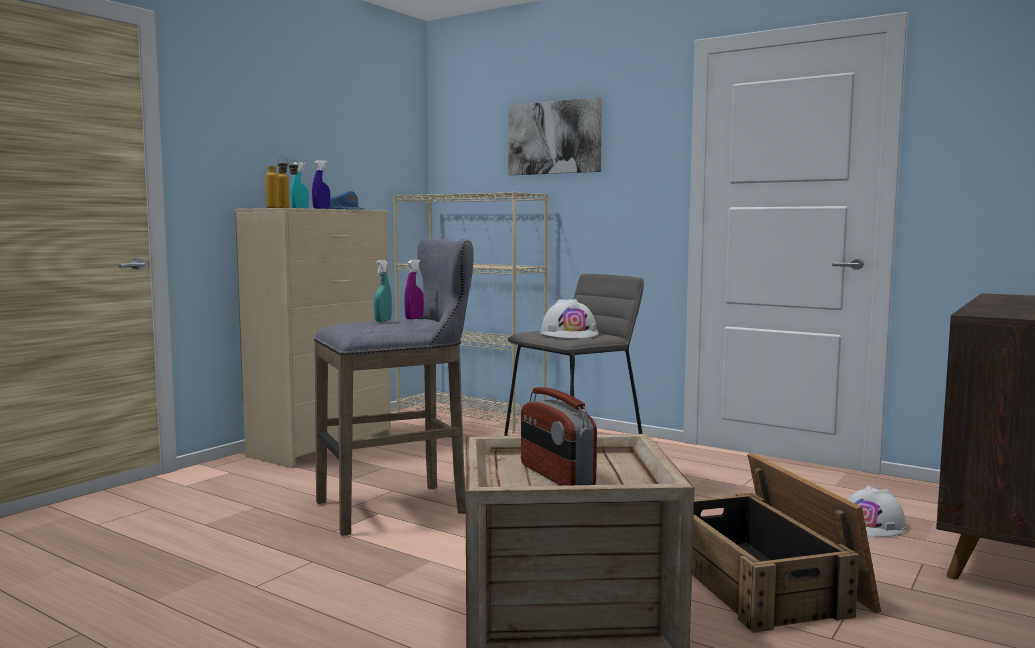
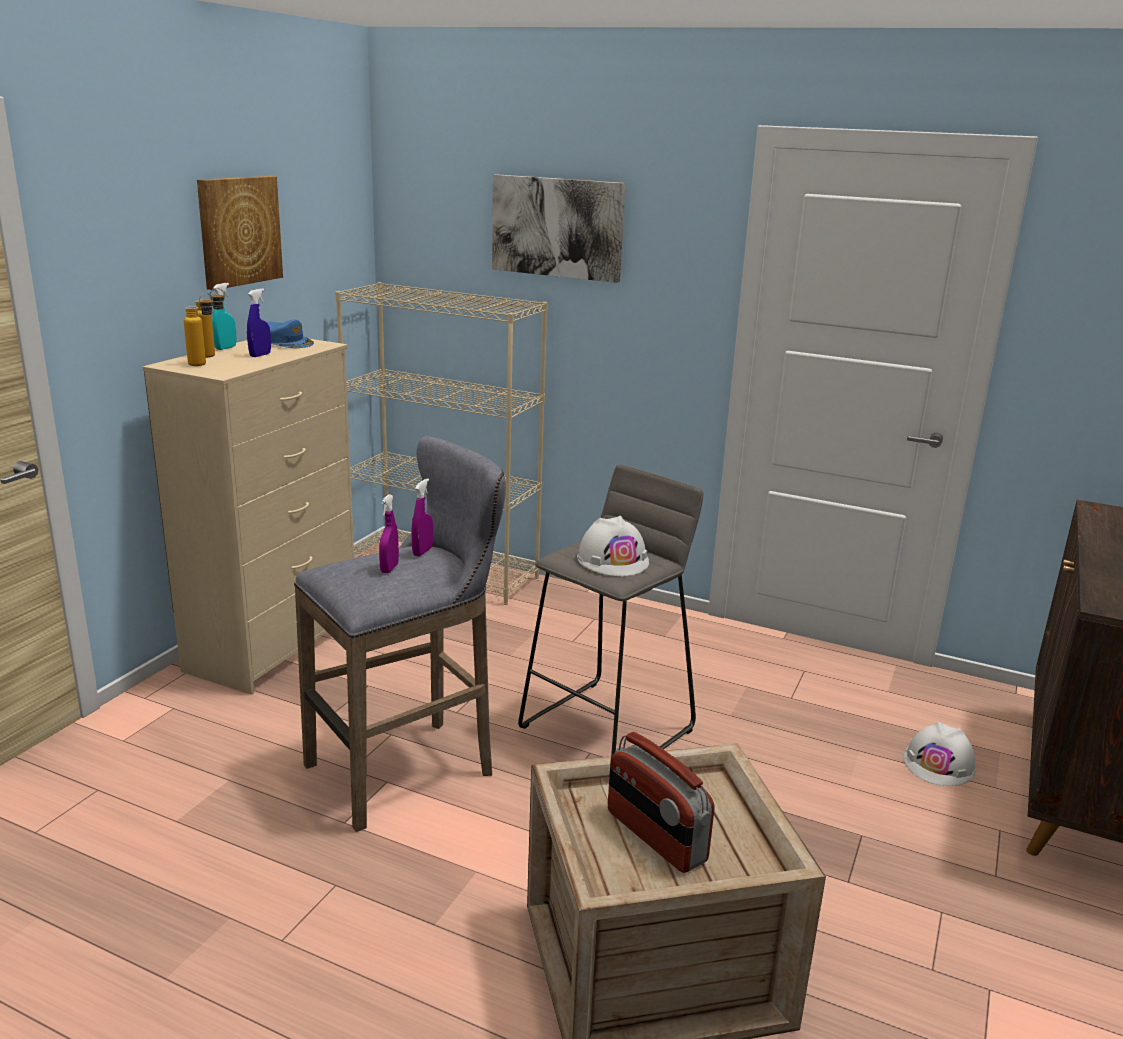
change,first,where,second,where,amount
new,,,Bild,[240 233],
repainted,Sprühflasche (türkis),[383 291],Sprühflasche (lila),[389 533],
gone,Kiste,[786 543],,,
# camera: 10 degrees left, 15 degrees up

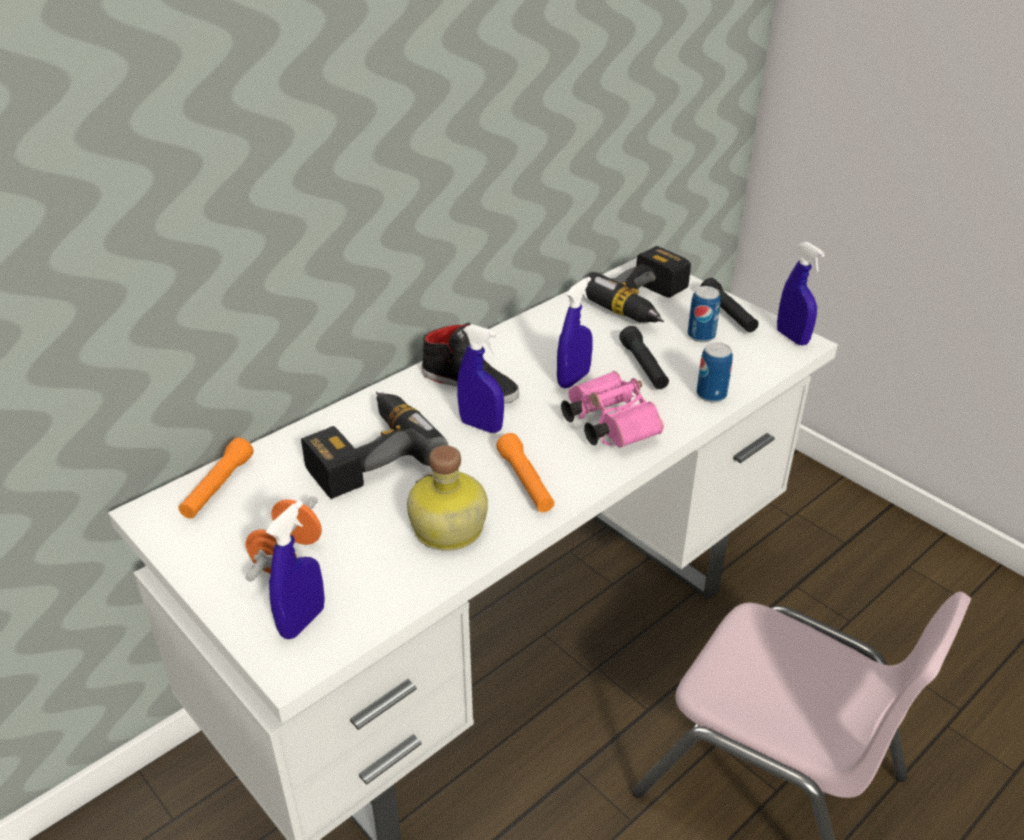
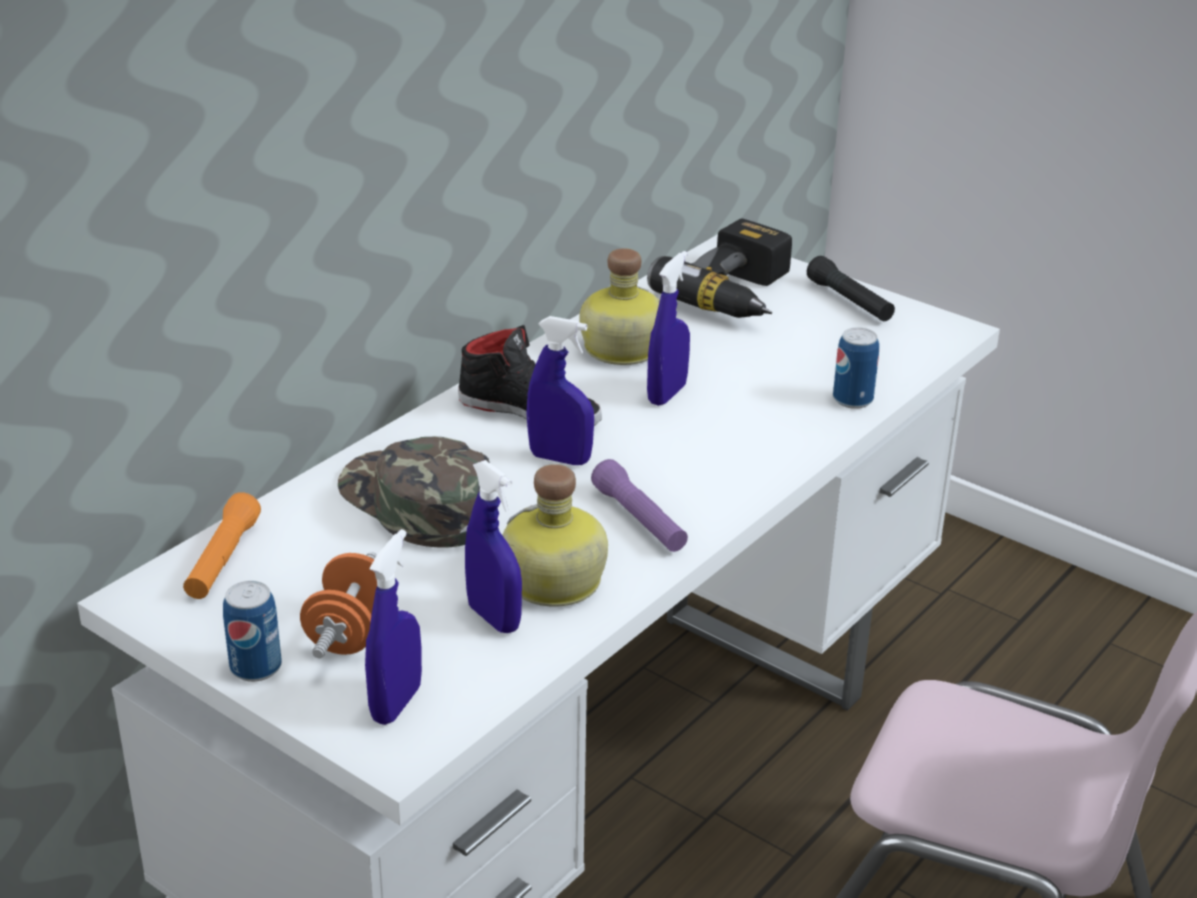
change,first,where,second,where,amount
shifted,Dose,[704 314],,[252 631],
swapped,Bohrmaschine,[375 445],Kappe (grün),[414 492],
shifted,Sprühflasche (blau),[801 293],,[493 546],
new,,,Flasche,[620 306],
repainted,Taschenlampe (orange),[525 472],Taschenlampe (lila),[639 505],
gone,Fernglas (rosa),[612 409],,,
gone,Taschenlampe (schwarz),[644 357],,,
# camera: 10 degrees left, 5 degrees down

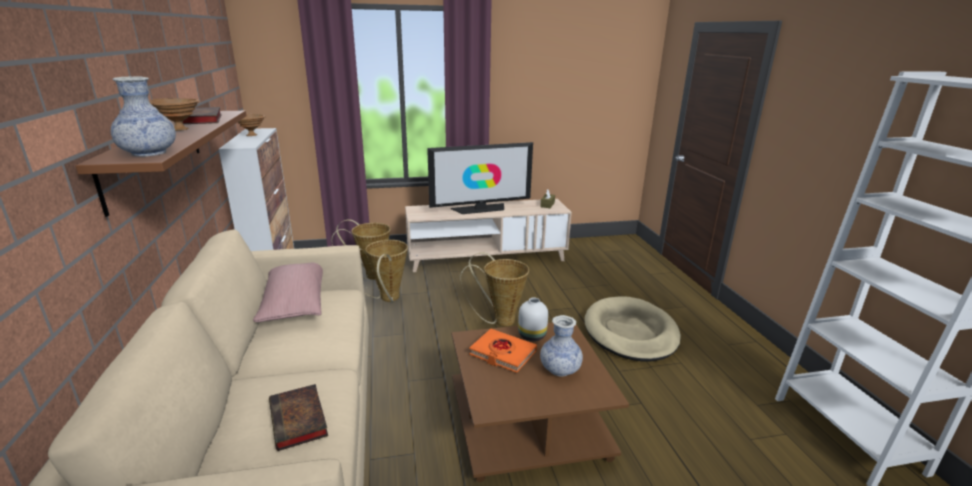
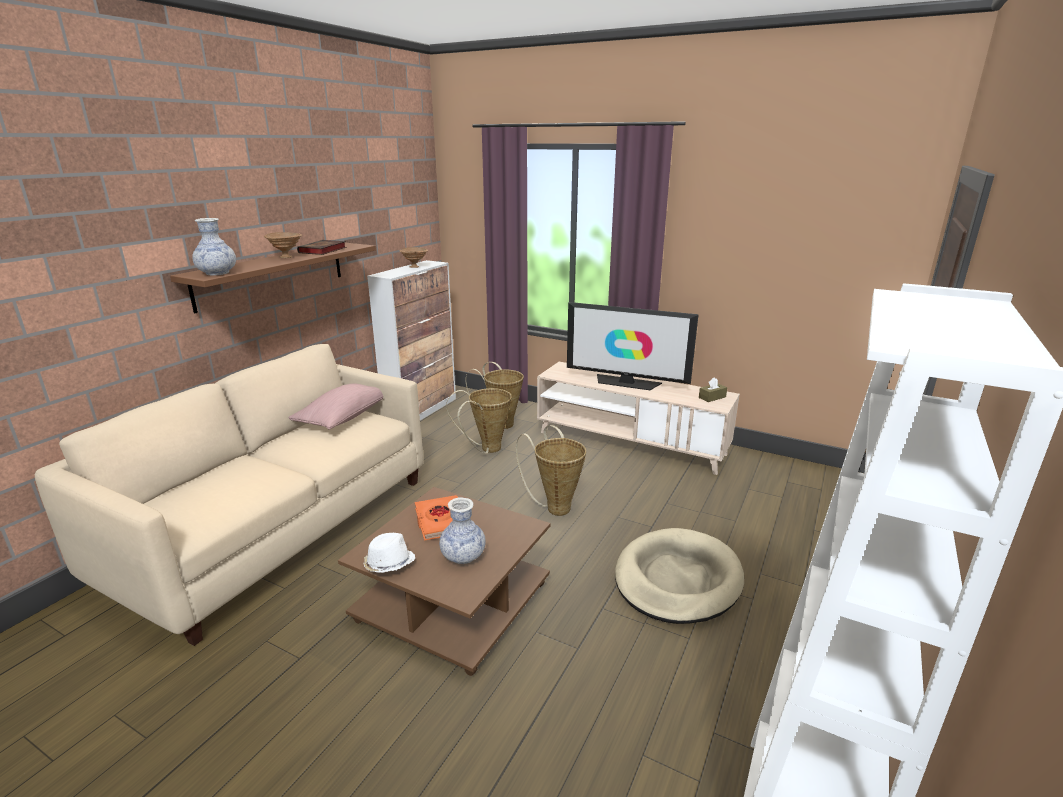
change,first,where,second,where,amount
new,,,Hut (weiß),[389 553],
gone,Buch,[298 417],,,
gone,Vase (weiß),[533 319],,,
# camera: 40 degrees right, 0 degrees up

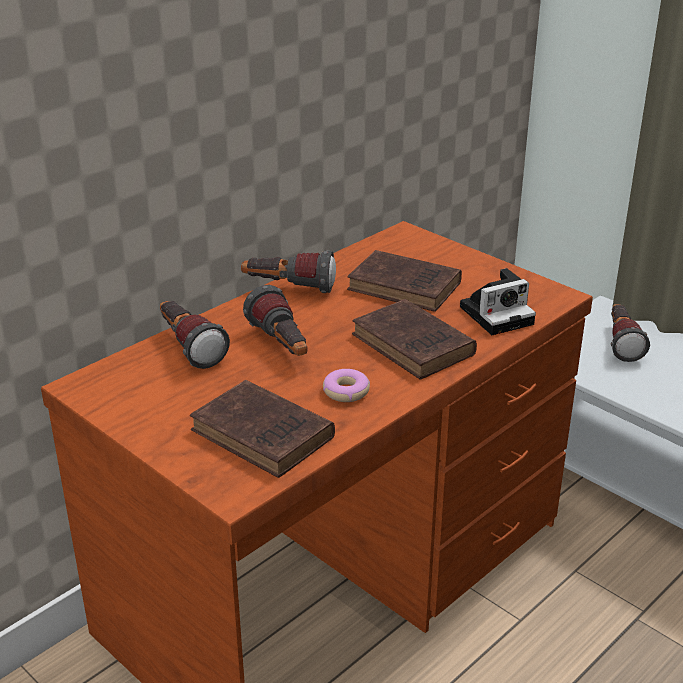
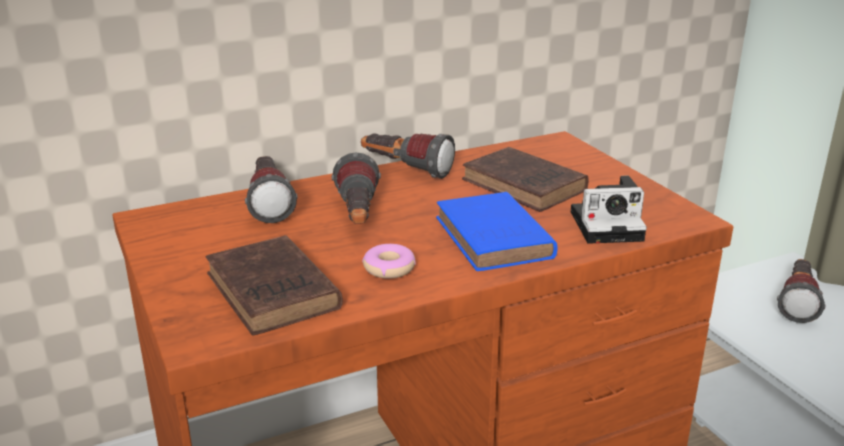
change,first,where,second,where,amount
repainted,Buch (braun),[414 339],Buch (blau),[497 231],
# camera: 20 degrees right, 5 degrees down

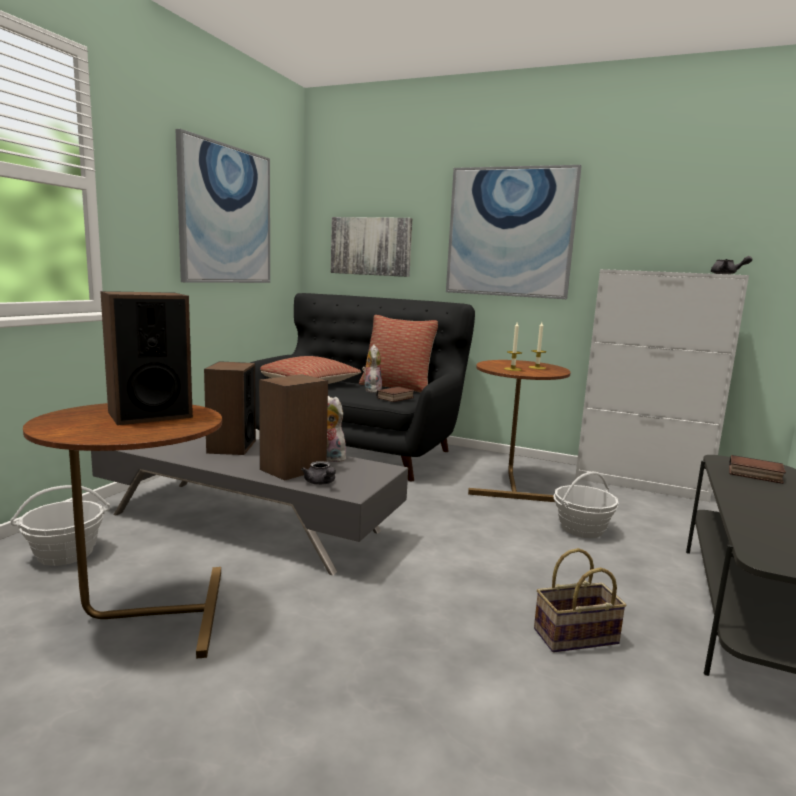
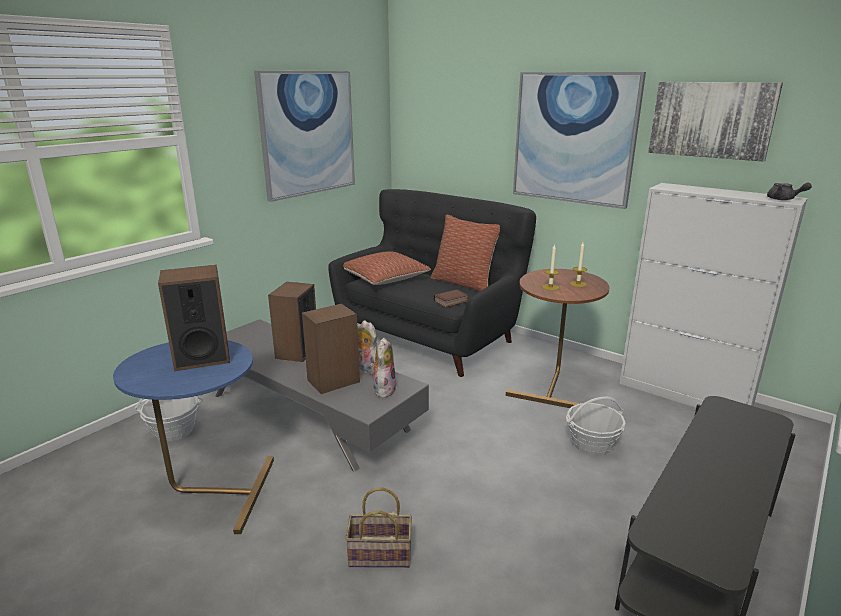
change,first,where,second,where,amount
repainted,Beistelltisch (braun),[122 531],Beistelltisch (blau),[193 437],
shifted,Korb,[580 600],,[378 527],
shifted,Plüschtier,[372 369],,[383 368],
shifted,Bild,[371 247],,[715 122],
gone,Teekanne (grau),[318 473],,,
gone,Buch,[757 469],,,
# camera: 15 degrees right, 10 degrees up

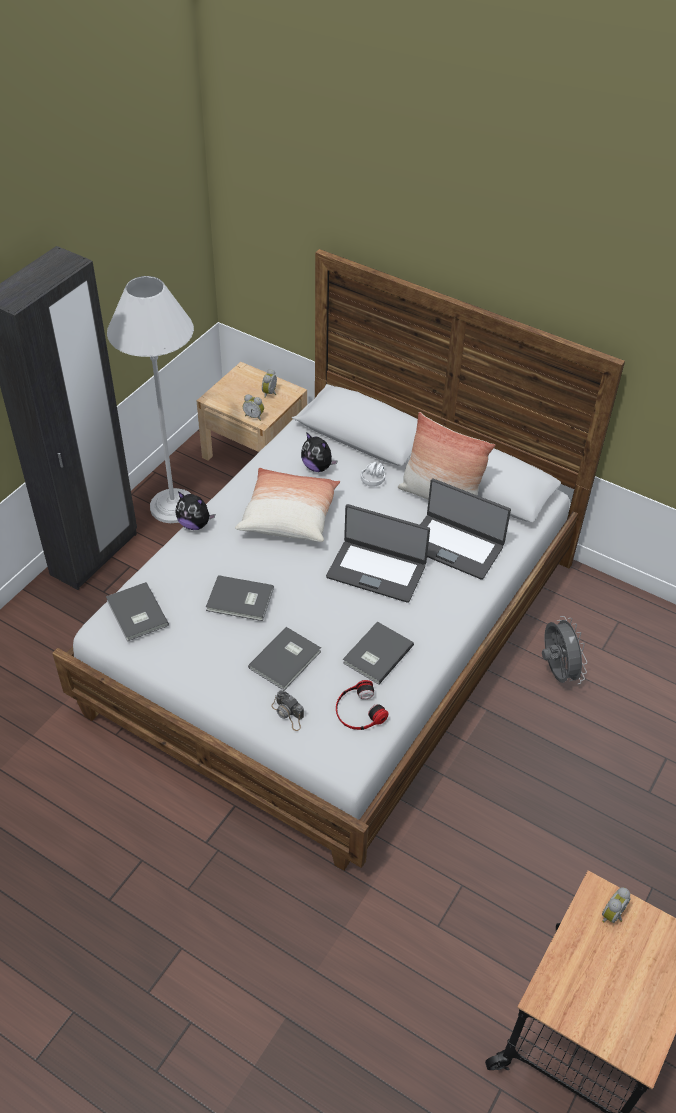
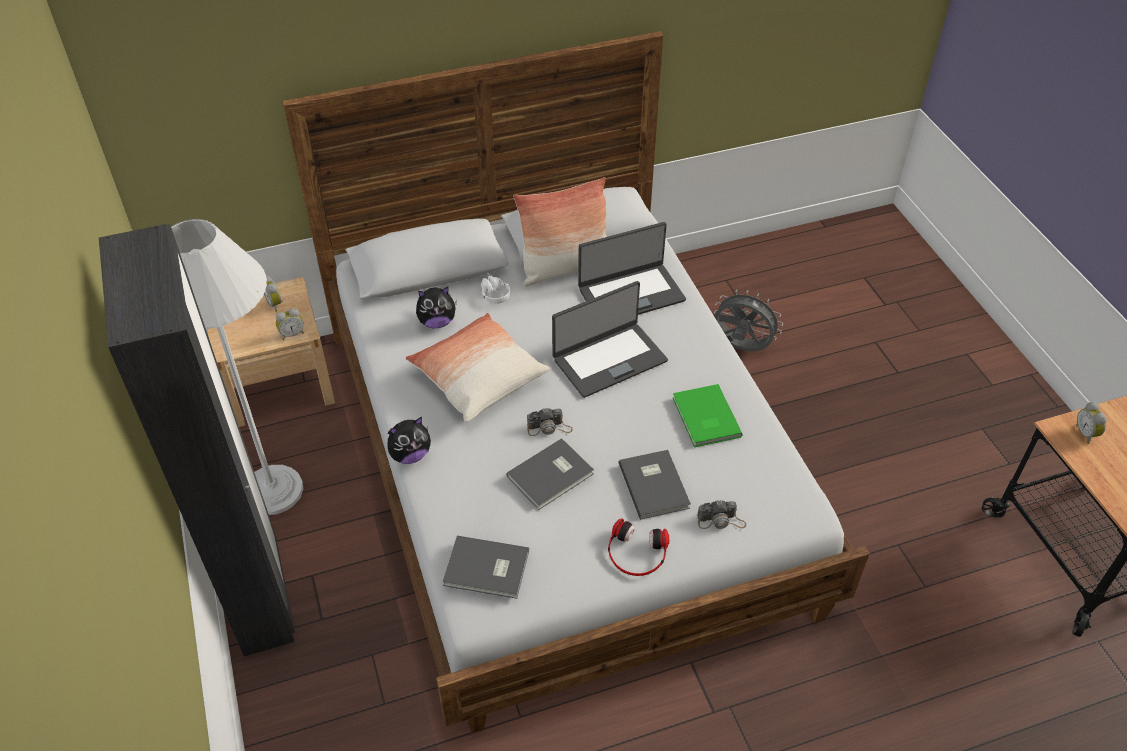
change,first,where,second,where,amount
new,,,Kamera,[550 422],
shifted,Kopfhörer,[362 705],,[638 547],
repainted,Buch (grau),[378 653],Buch (grün),[707 415],
# camera: 50 degrees left, 0 degrees up

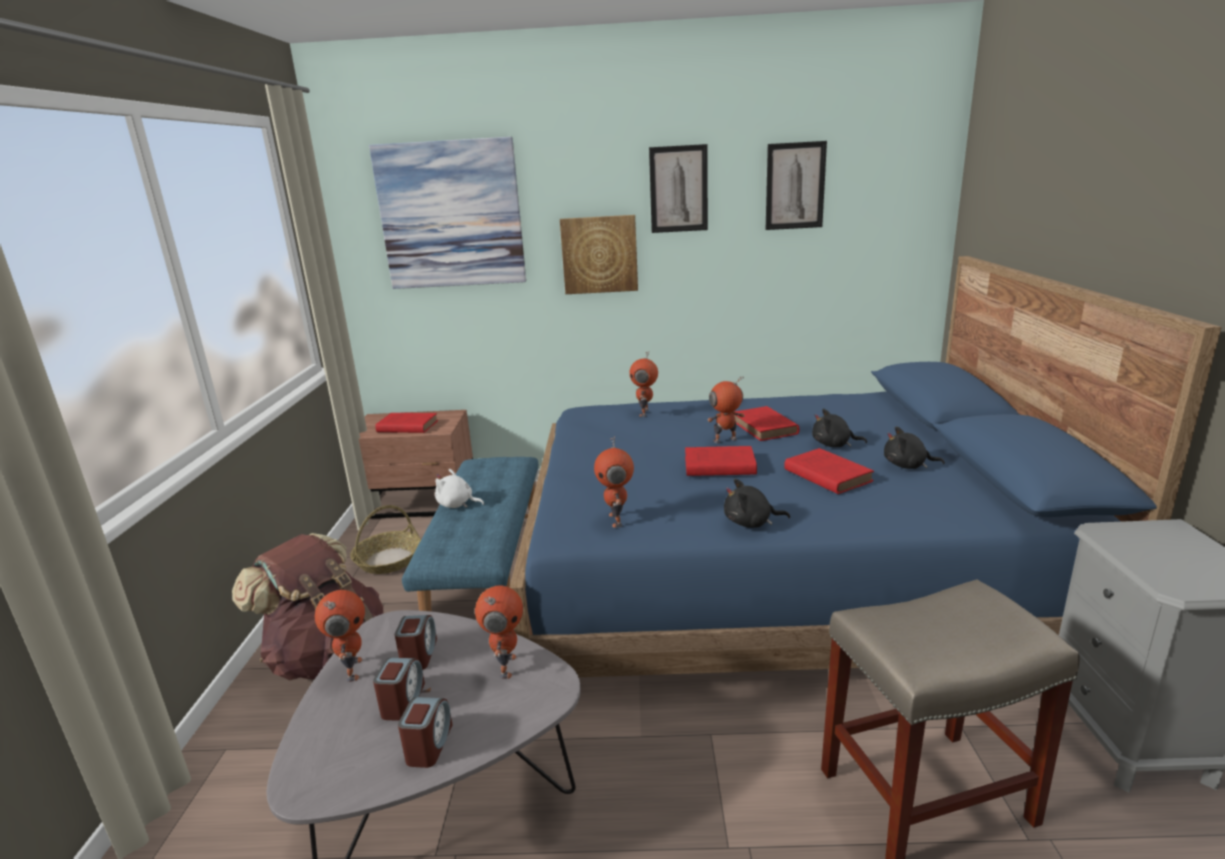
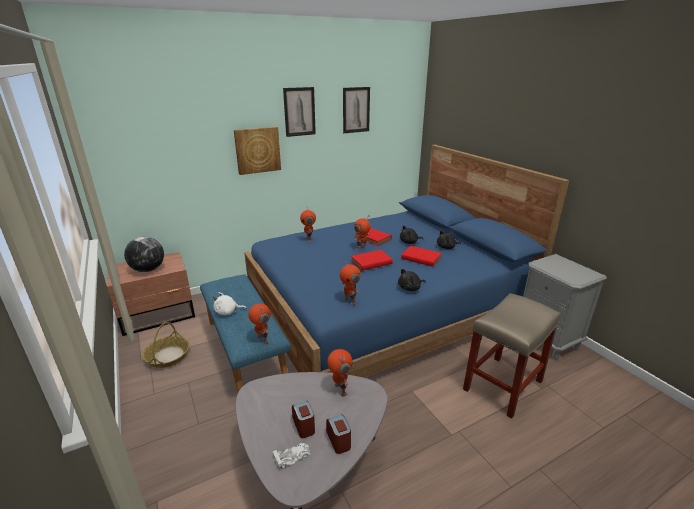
change,first,where,second,where,amount
swapped,Buch (rot),[406 423],Globus,[144 254],
shifted,Spielzeugroboter,[340 636],,[259 323],
new,,,Spielzeugauto (weiß),[291 456],
gone,Rucksack (braun),[307 606],,,
gone,Bild,[447 213],,,
gone,Wecker,[416 642],,,
# camera: 30 degrees left, 5 degrees up

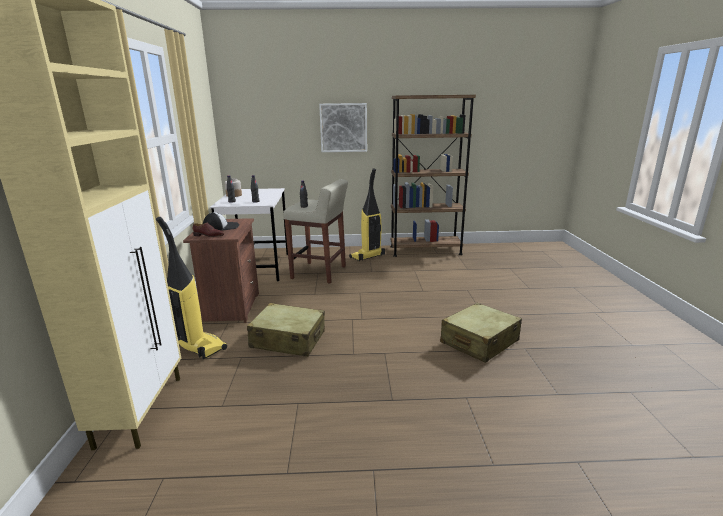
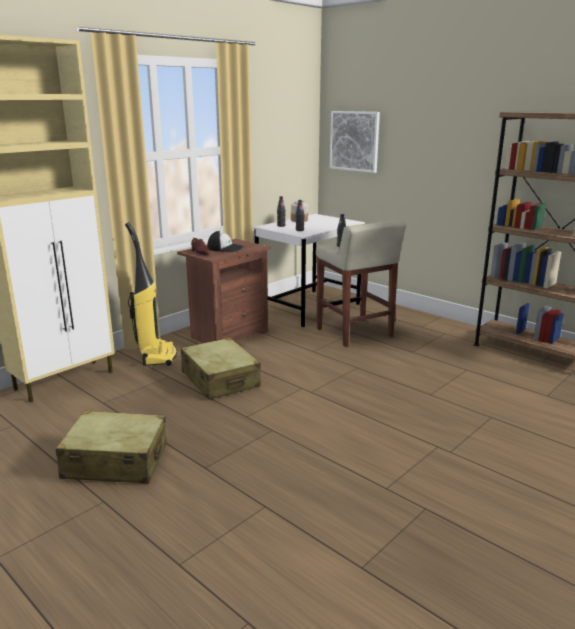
change,first,where,second,where,amount
shifted,Koffer (beige),[481 333],,[111 447],
shifted,Bild,[343 127],,[355 142],
gone,Staubsauger,[367 214],,,
# camera: 45 degrees right, 0 degrees up

